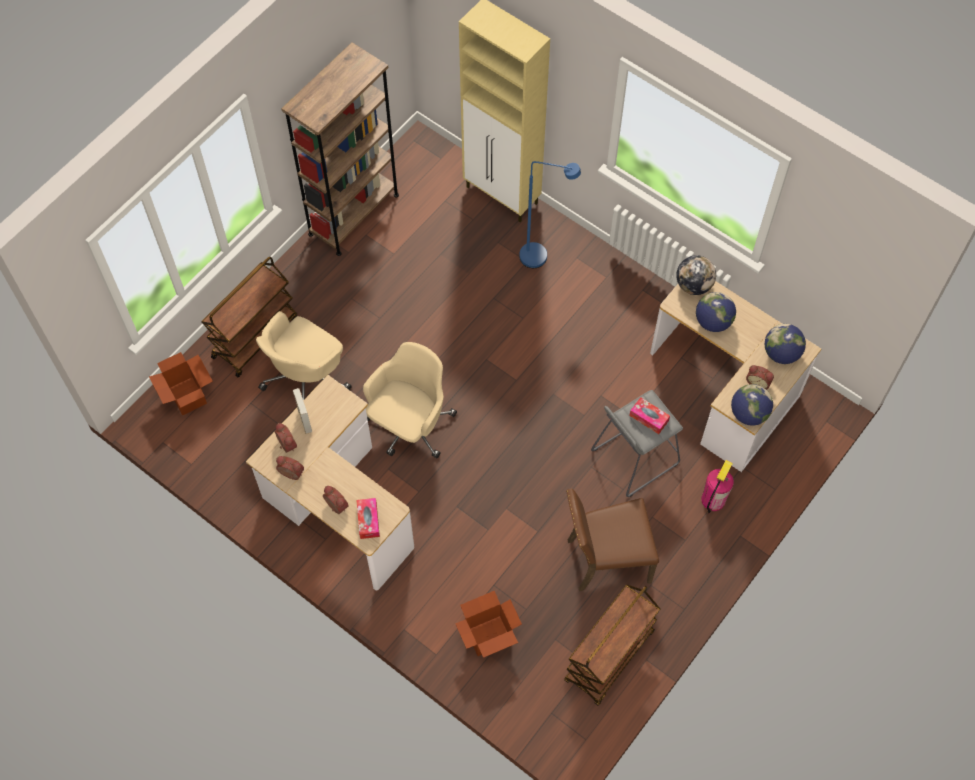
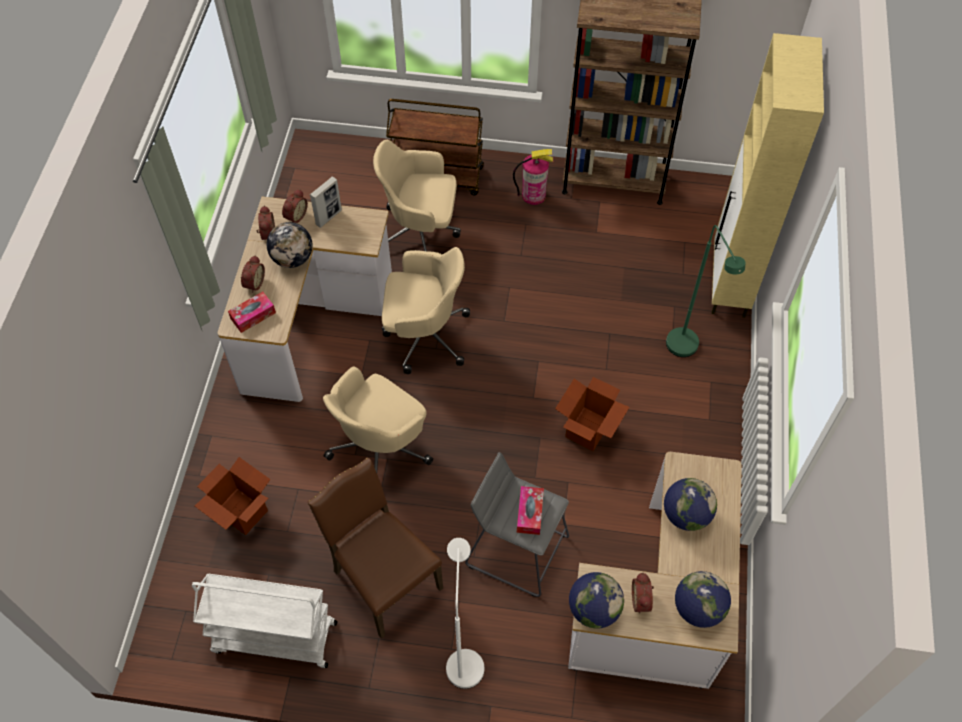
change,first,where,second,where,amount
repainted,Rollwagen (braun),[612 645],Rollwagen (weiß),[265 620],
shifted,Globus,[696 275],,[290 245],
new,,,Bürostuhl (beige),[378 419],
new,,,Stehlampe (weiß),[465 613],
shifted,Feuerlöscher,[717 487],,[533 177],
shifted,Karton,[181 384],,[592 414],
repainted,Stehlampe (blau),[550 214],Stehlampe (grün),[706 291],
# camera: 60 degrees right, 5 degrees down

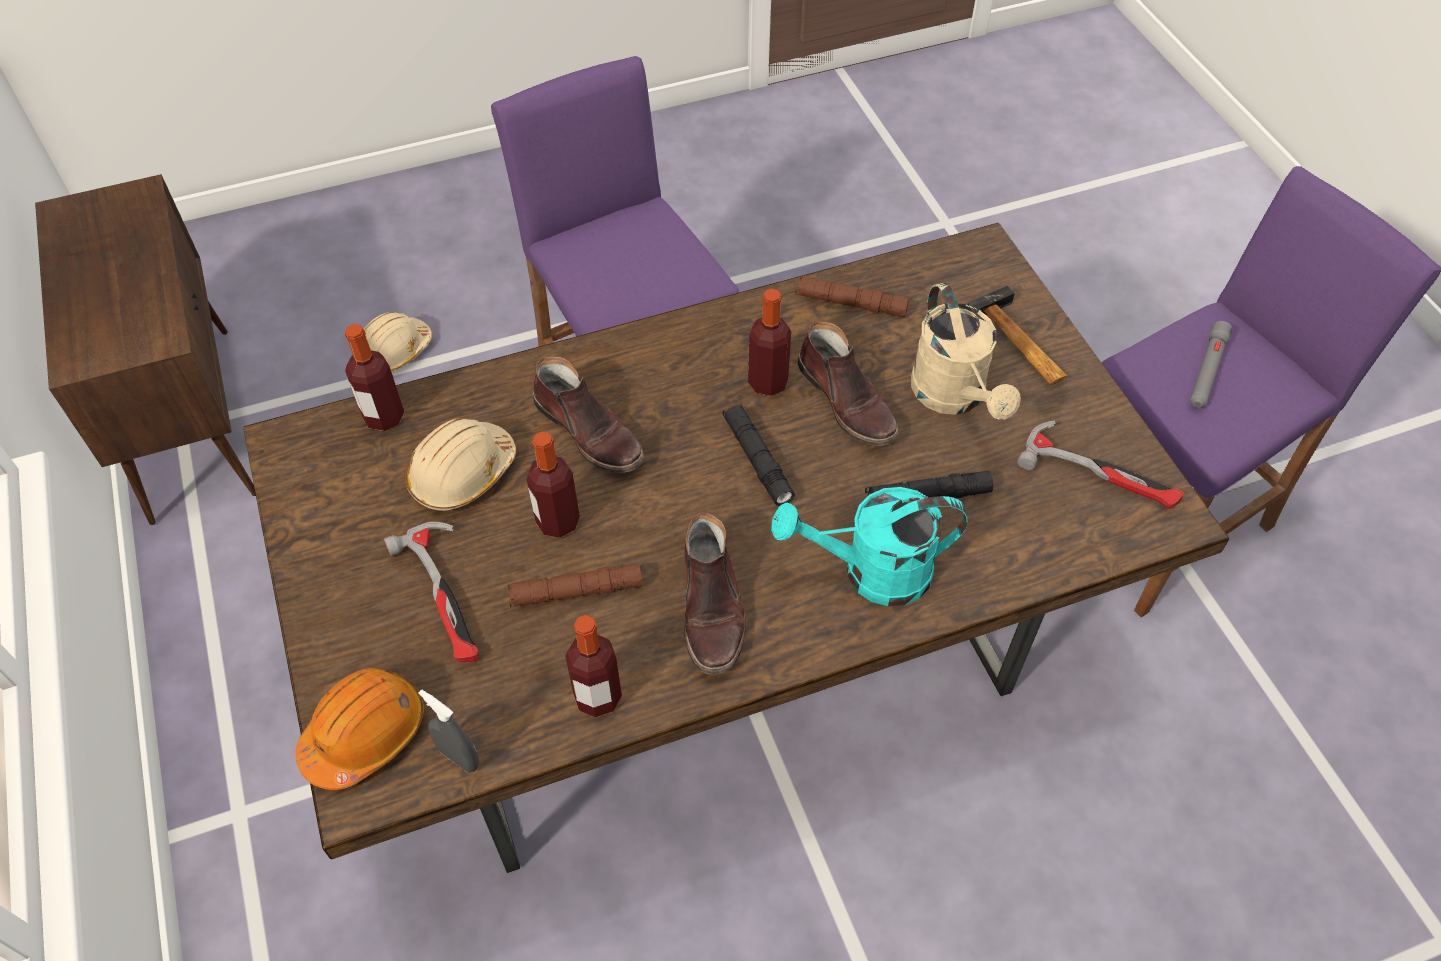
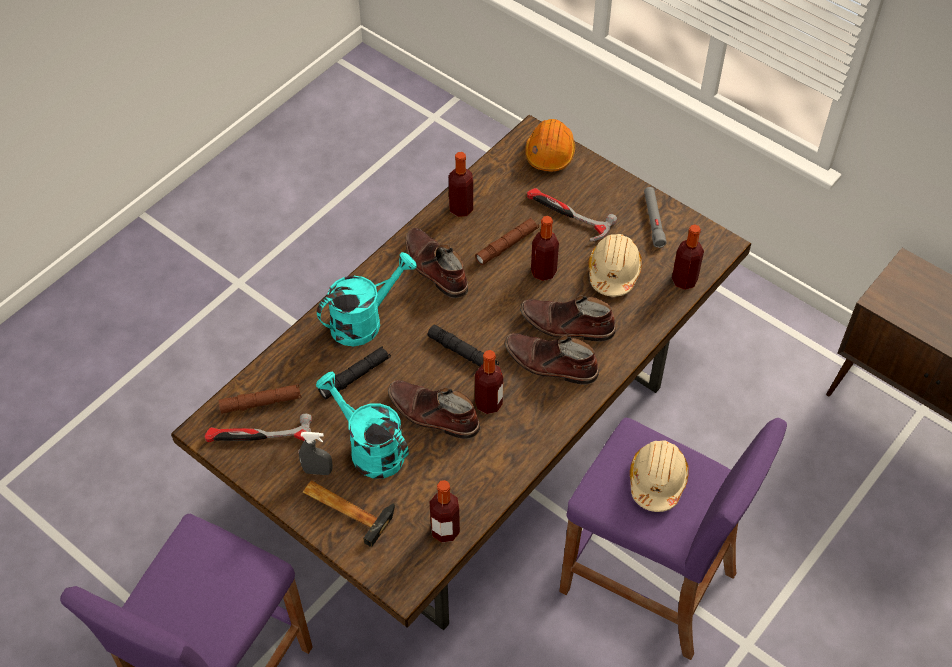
change,first,where,second,where,amount
shifted,Taschenlampe (braun),[852 296],,[259 399],
shifted,Sprühflasche (grau),[448 731],,[316 453],
repainted,Gießkanne (beige),[966 351],Gießkanne (türkis),[362 425],
new,,,Flasche,[445 511],
new,,,Stiefel (braun),[552 359],
shifted,Schutzhelm (beige),[398 341],,[659 476],
shifted,Taschenlampe (grau),[1211 364],,[655 217],
# camera: 150 degrees right, 0 degrees up

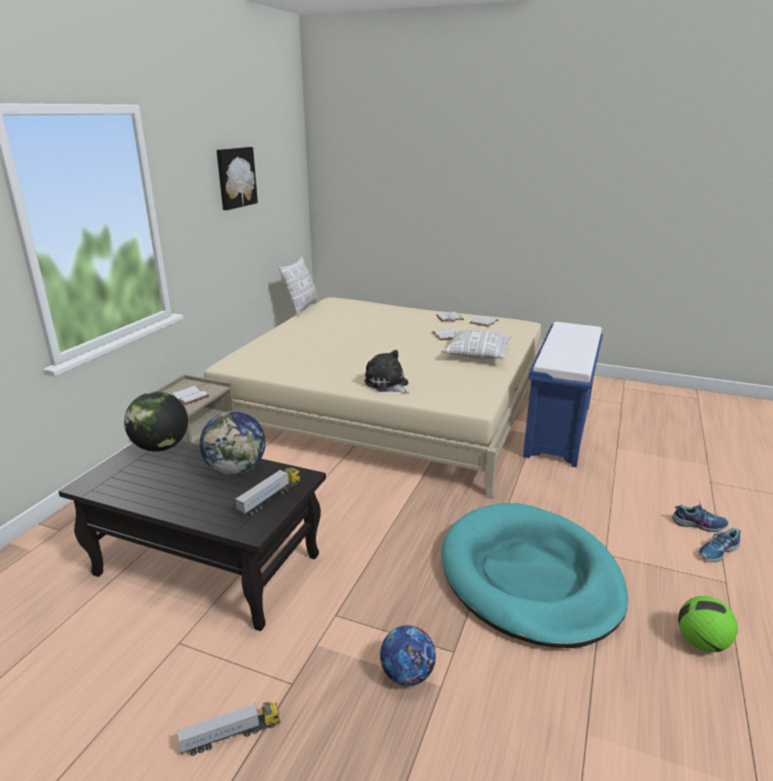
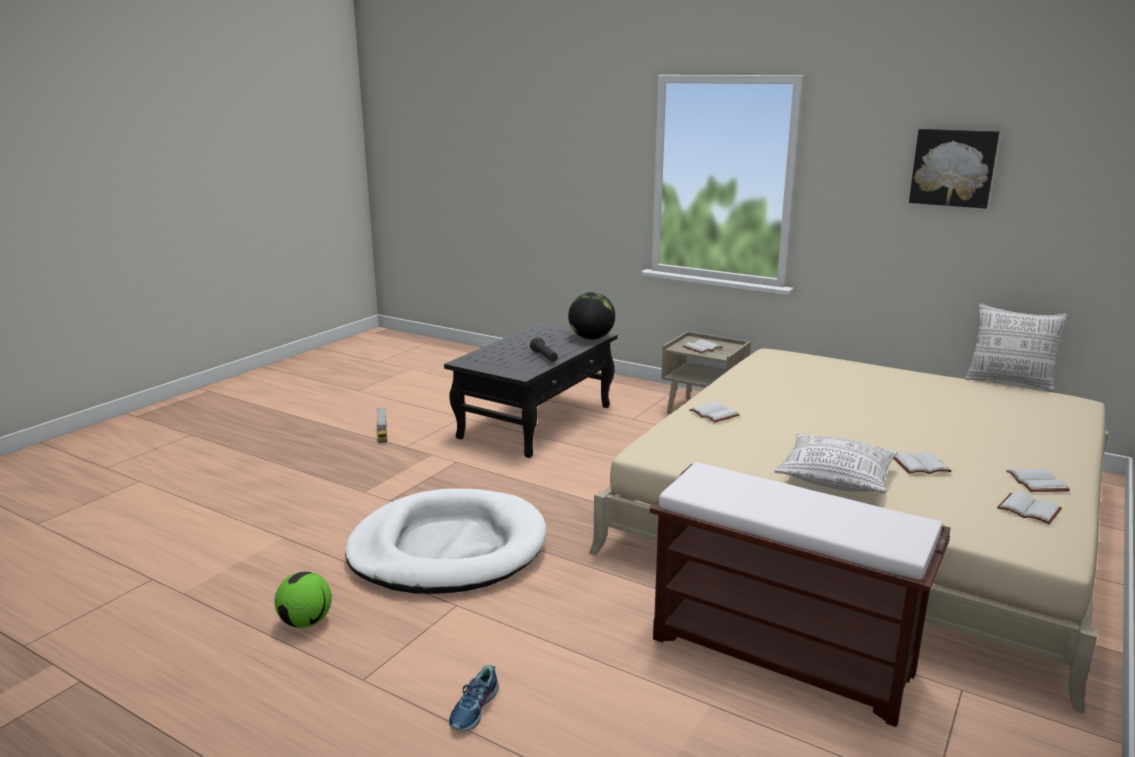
change,first,where,second,where,amount
repainted,Hundebett (türkis),[534 575],Hundebett (weiß),[446 541],
swapped,Globus,[233 443],Taschenlampe (schwarz),[544 349],
repainted,Bank (blau),[563 394],Bank (braun),[800 594],
swapped,Plüschtier,[386 372],Buch (weiß),[714 412],
gone,Spielzeuglaster,[267 492],,,
gone,Fußball,[408 655],,,
gone,Schuh,[720 545],,,
# camera: 100 degrees right, 5 degrees down

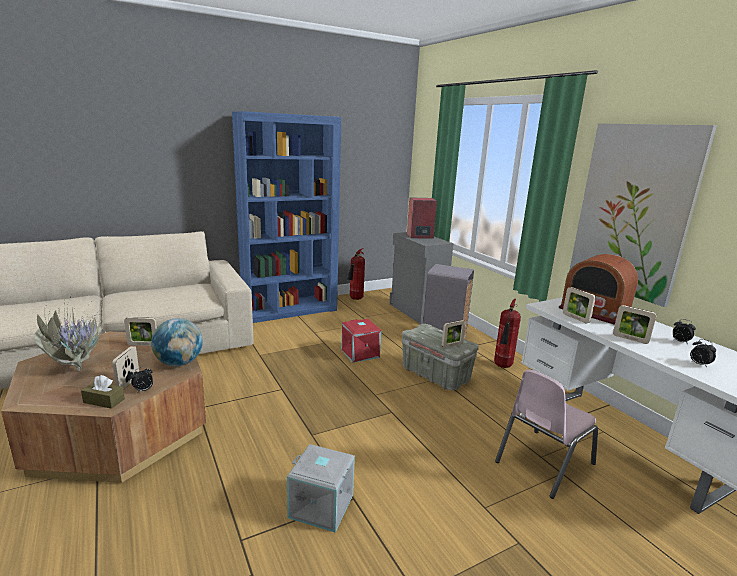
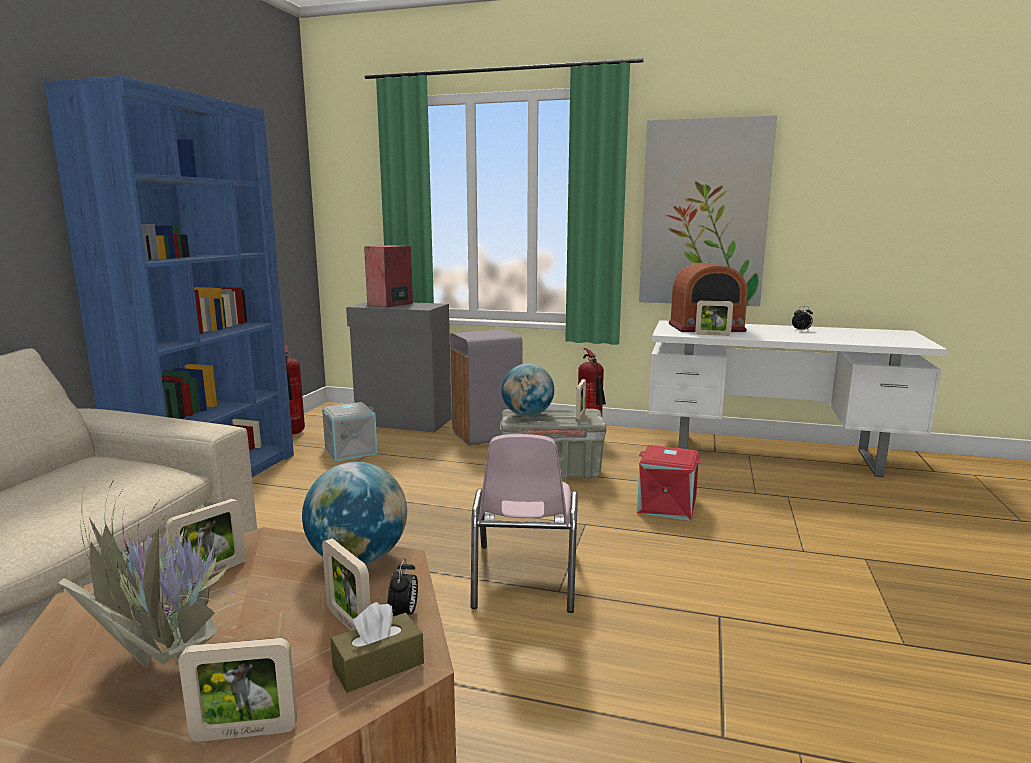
change,first,where,second,where,amount
shifted,Bilderrahmen,[635 324],,[237 690],
shifted,Aufbewahrungsbox (grau),[321 488],,[350 431],
shifted,Stuhl (rosa),[546 434],,[524 523],
new,,,Globus,[527 390],
shifted,Aufbewahrungsbox (rot),[361 341],,[669 483],
gone,Wecker,[703 353],,,
# camera: 45 degrees left, 5 degrees down

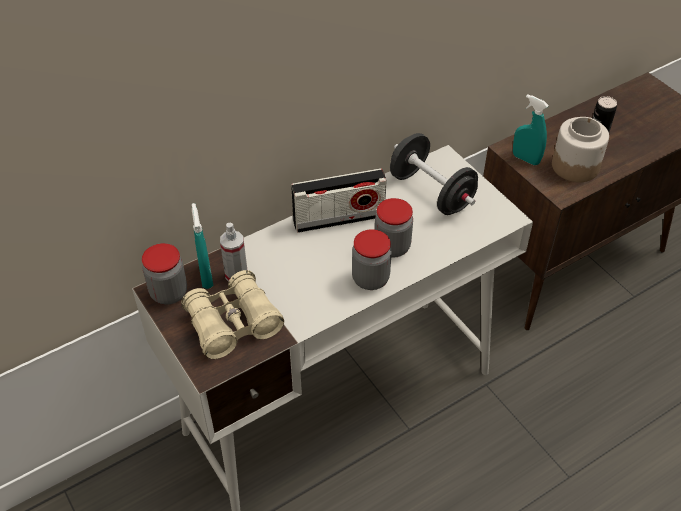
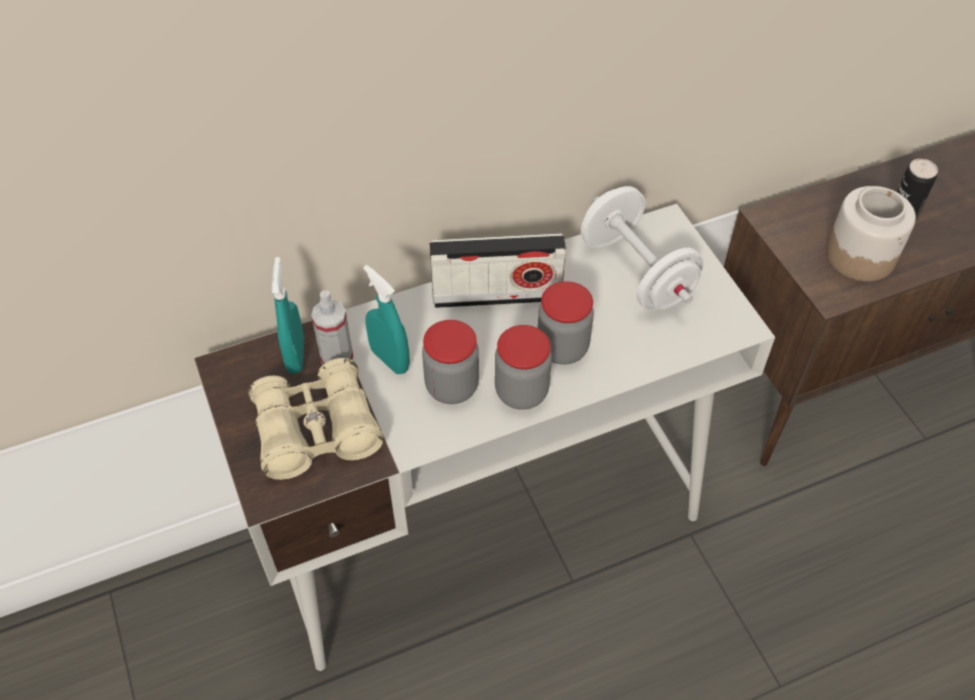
change,first,where,second,where,amount
shifted,Sprühflasche (türkis),[531 129],,[386 319],
shifted,Vorratsglas,[164 274],,[450 362],
repainted,Hantel (schwarz),[434 174],Hantel (weiß),[642 248],
# camera: 10 degrees right, 5 degrees up

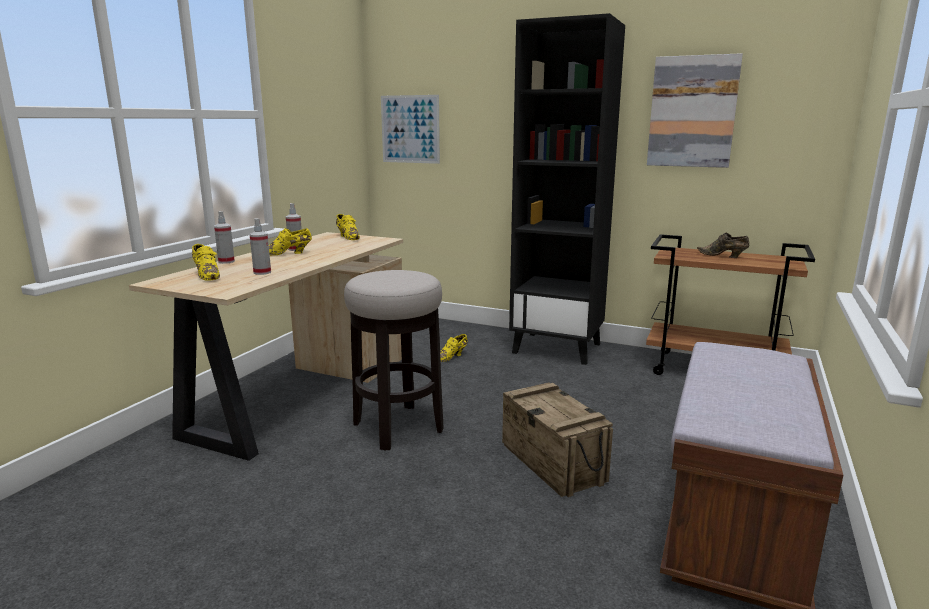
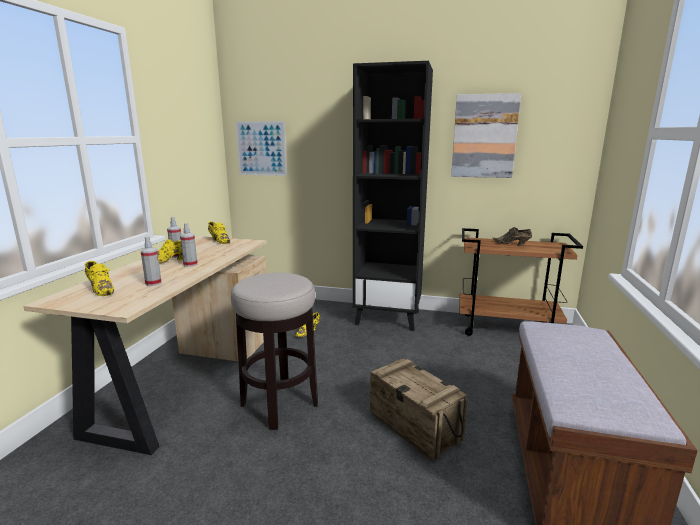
change,first,where,second,where,amount
shifted,Sprühflasche,[224 237],,[189 245],
# camera: 10 degrees left, 0 degrees up

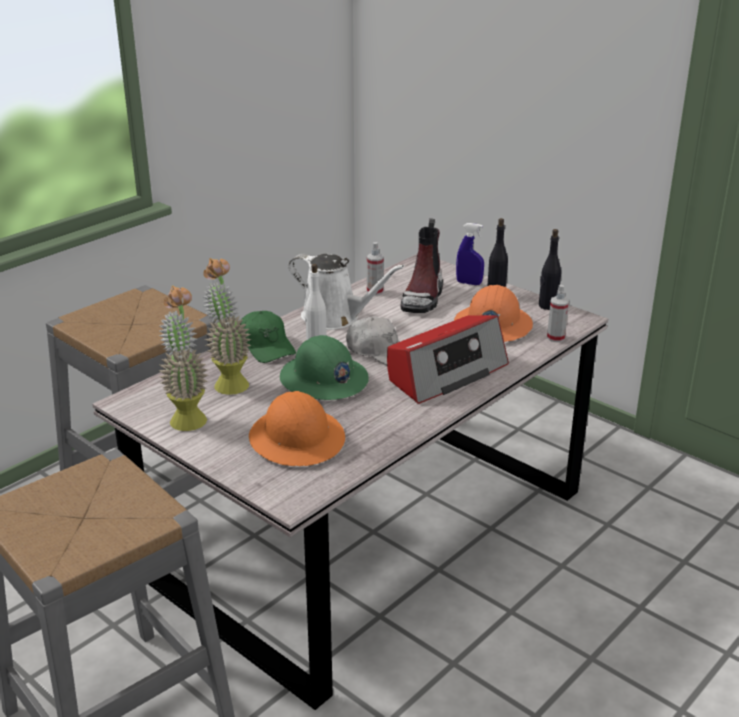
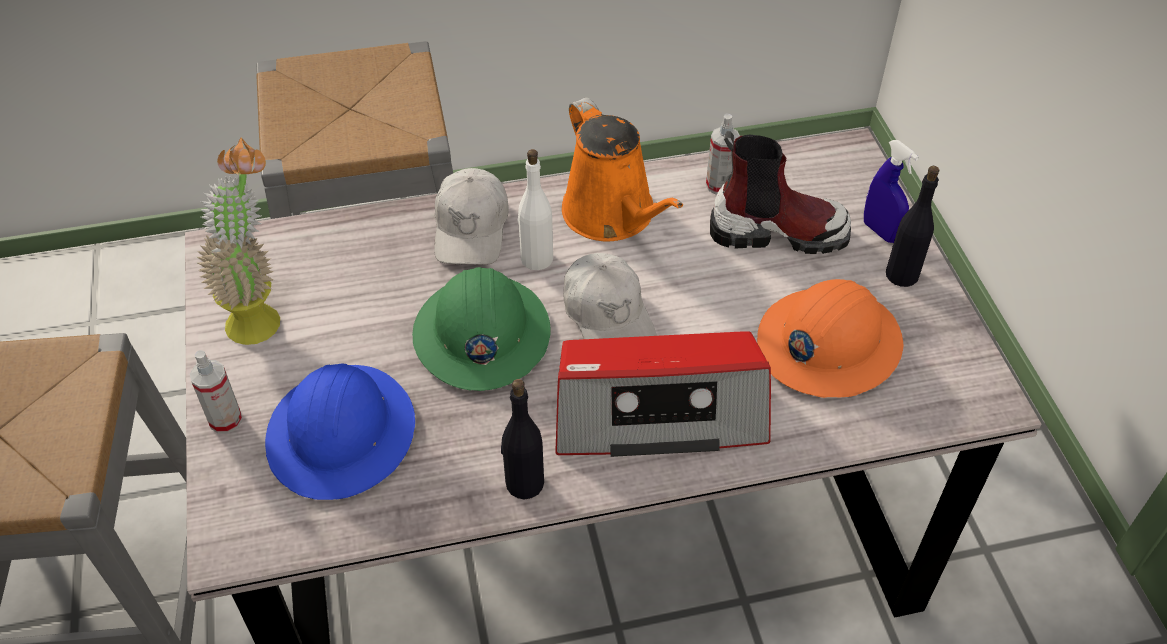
change,first,where,second,where,amount
shifted,Sprühflasche,[558 313],,[216 392],
repainted,Schutzhelm (orange),[297 428],Schutzhelm (blau),[340 431],
repainted,Kappe (grün),[268 337],Kappe (weiß),[471 216],
shifted,Flasche (schwarz),[550 269],,[522 439],
repainted,Gießkanne (weiß),[346 291],Gießkanne (orange),[622 169],
rotated,Stiefel,[421 265],,[780 192],135 degrees counterclockwise
gone,Topfpflanze,[227 326],,,
# camera: 35 degrees right, 20 degrees up

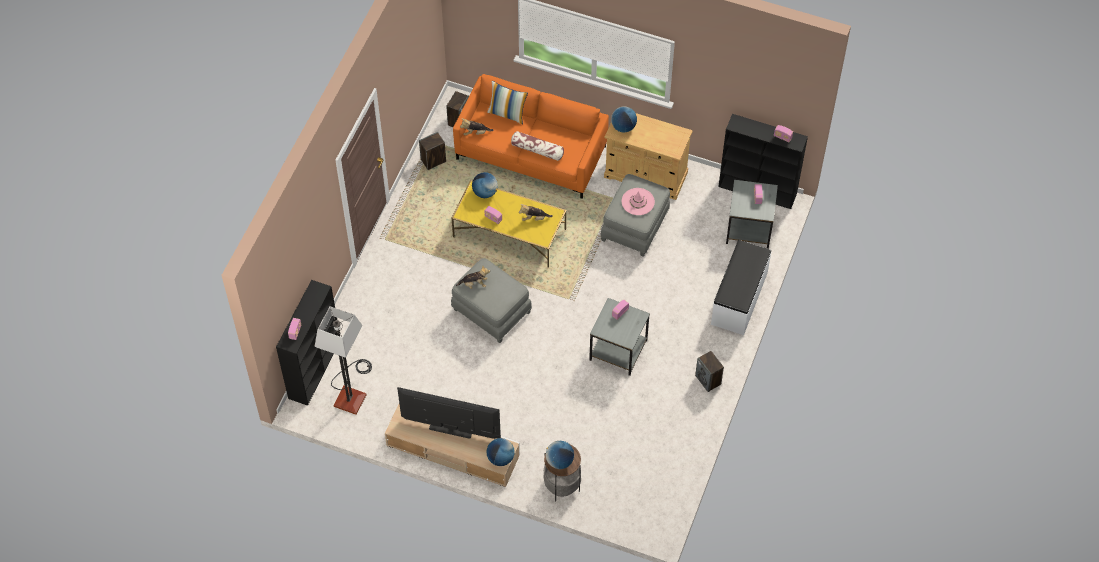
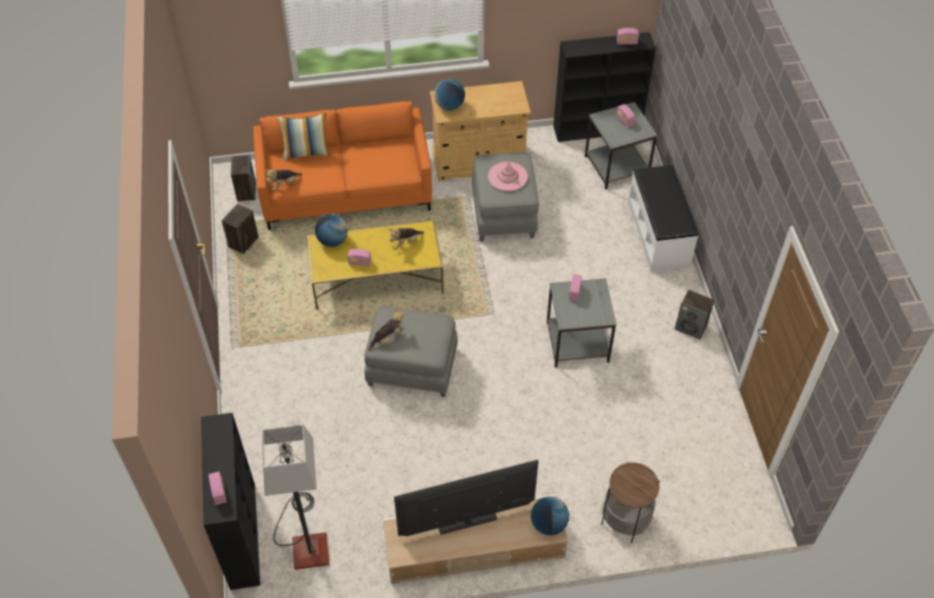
change,first,where,second,where,amount
gone,Kissen,[537 146],,,
gone,Globus,[560 455],,,
# camera: 30 degrees left, 5 degrees down

